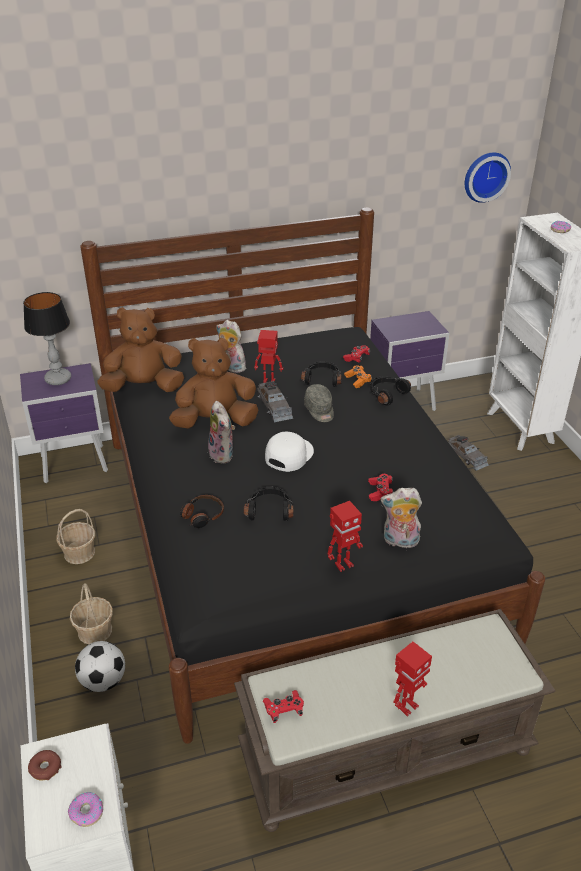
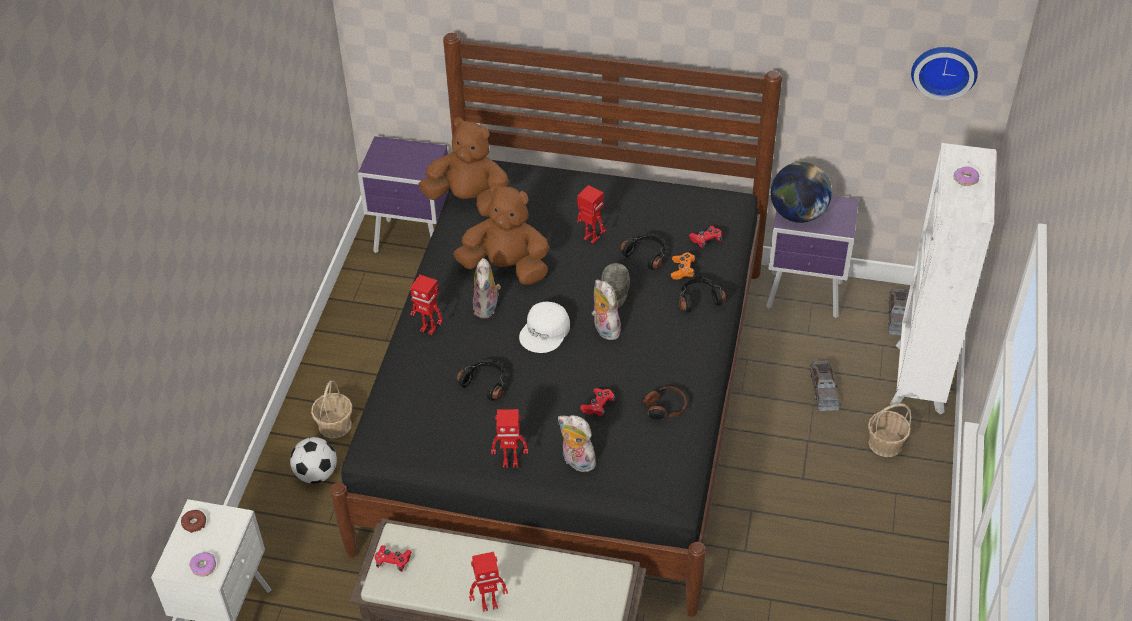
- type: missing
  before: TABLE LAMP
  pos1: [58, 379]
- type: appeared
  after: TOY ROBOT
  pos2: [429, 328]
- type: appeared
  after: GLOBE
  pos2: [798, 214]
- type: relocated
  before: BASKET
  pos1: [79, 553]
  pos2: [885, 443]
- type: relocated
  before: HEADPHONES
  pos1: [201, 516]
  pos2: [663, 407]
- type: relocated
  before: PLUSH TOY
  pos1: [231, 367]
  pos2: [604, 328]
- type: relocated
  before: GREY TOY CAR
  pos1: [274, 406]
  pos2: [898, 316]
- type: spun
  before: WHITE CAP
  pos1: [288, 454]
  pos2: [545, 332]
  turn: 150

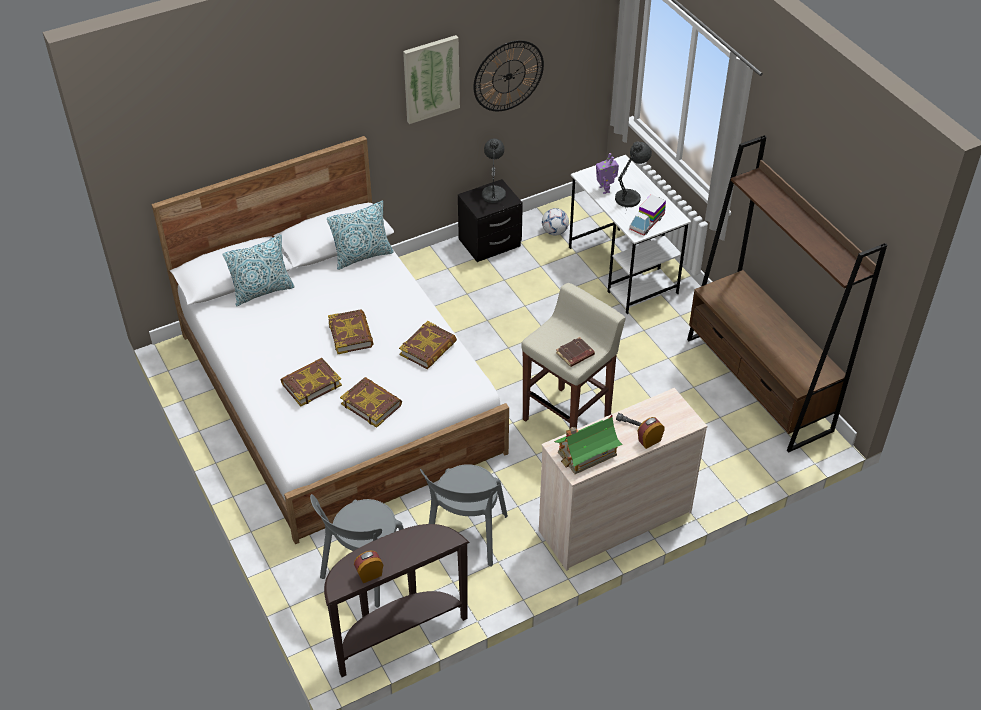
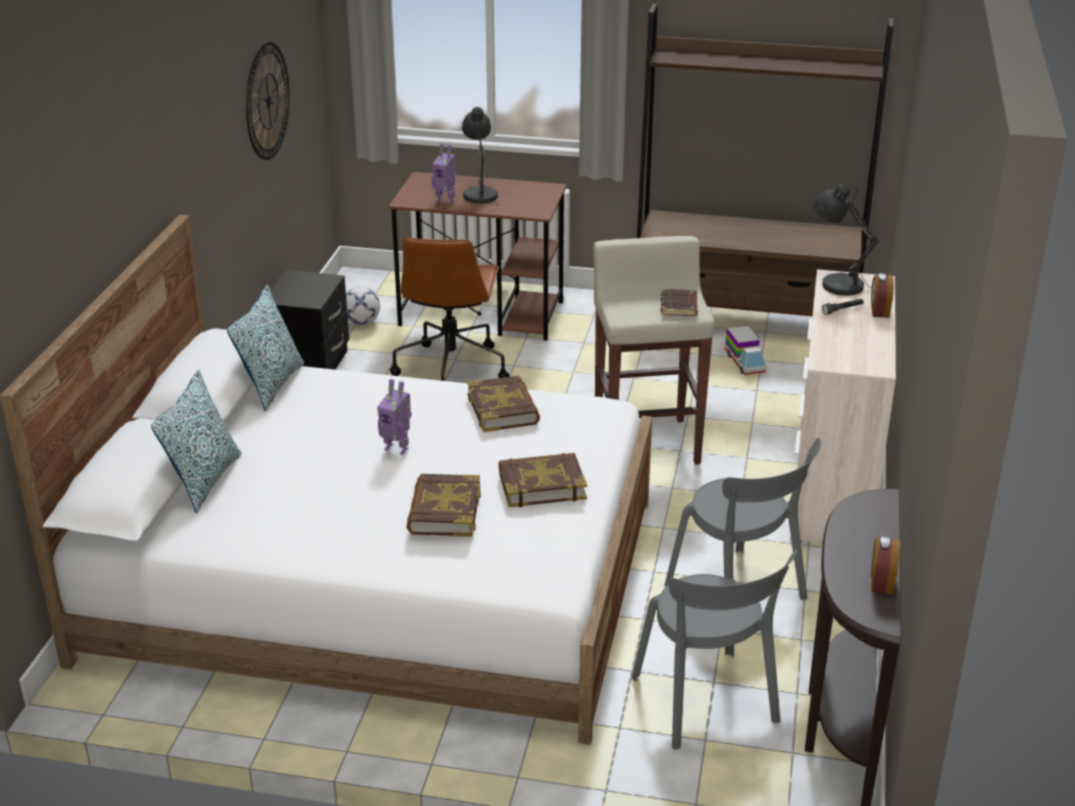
- type: missing
  before: PICTURE
  pos1: [431, 78]
- type: missing
  before: TOY HOUSE
  pos1: [587, 454]
- type: appeared
  after: BROWN OFFICE CHAIR
  pos2: [451, 368]
- type: relocated
  before: GREY TABLE LAMP
  pos1: [494, 193]
  pos2: [838, 284]
- type: relocated
  before: TOY TRUCK
  pos1: [646, 223]
  pos2: [744, 362]
- type: exchanged
  before: BOOK
  after: TOY ROBOT
  pos1: [351, 334]
  pos2: [397, 448]
- type: colour
  before: WHITE DESK
  after: BROWN DESK
  pos1: [623, 270]
  pos2: [483, 314]

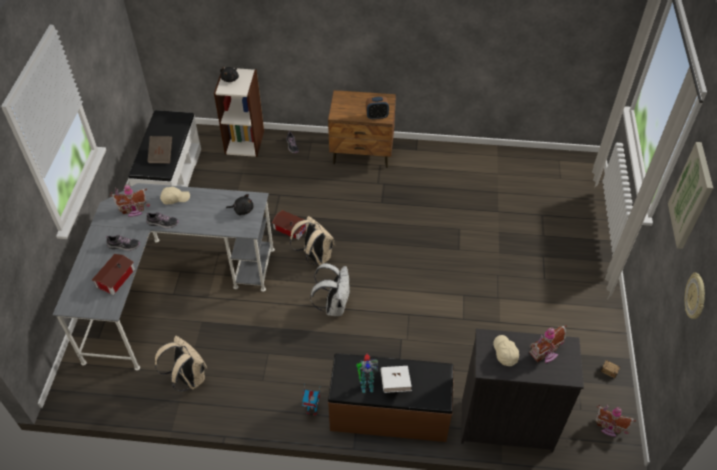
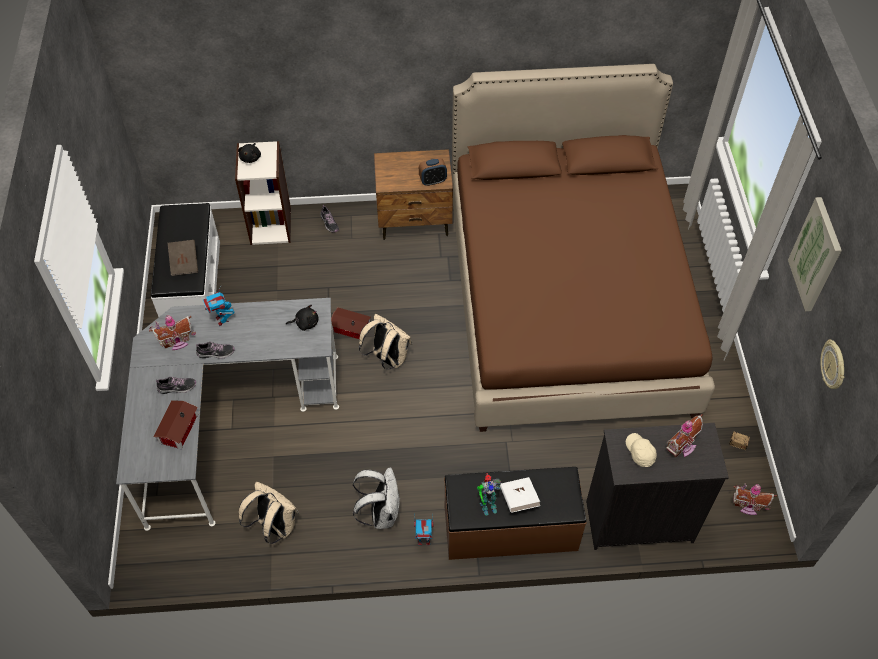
- type: appeared
  after: BROWN BED
  pos2: [566, 301]
- type: relocated
  before: WHITE BACKPACK
  pos1: [334, 305]
  pos2: [381, 513]
- type: exchanged
  before: BEIGE CAP
  after: TOY ROBOT
  pos1: [175, 198]
  pos2: [222, 320]

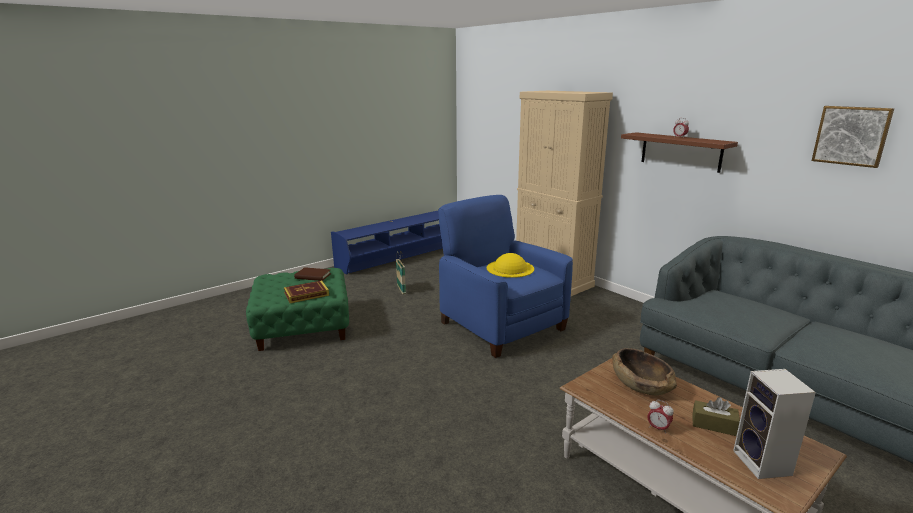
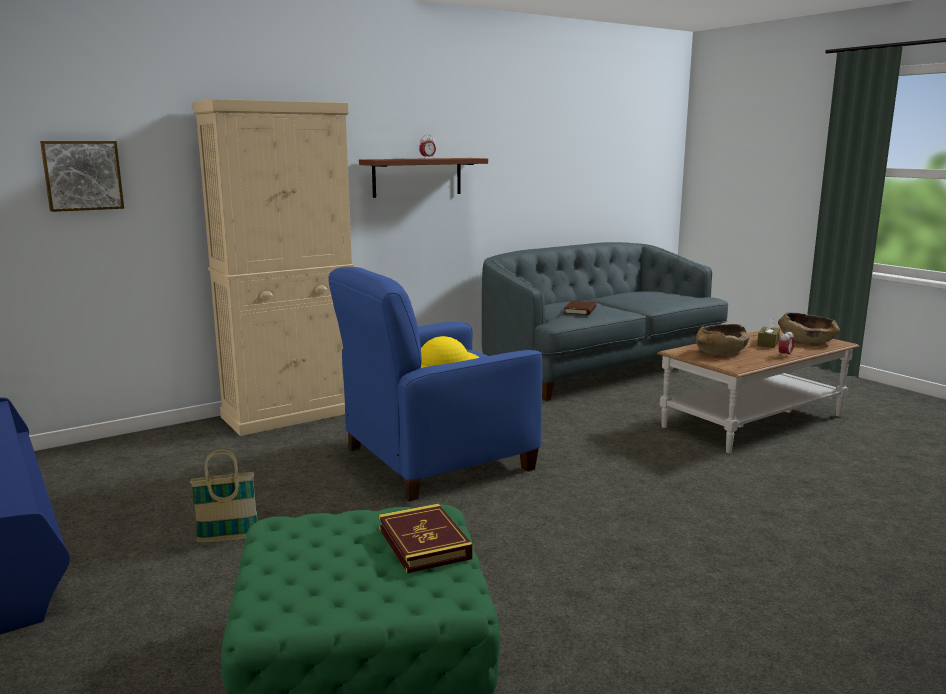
- type: relocated
  before: BROWN BOOK
  pos1: [313, 276]
  pos2: [580, 310]
- type: relocated
  before: PICTURE
  pos1: [851, 135]
  pos2: [82, 175]
- type: exchanged
  before: SPEAKER
  after: BROWN BOWL
  pos1: [764, 464]
  pos2: [807, 340]

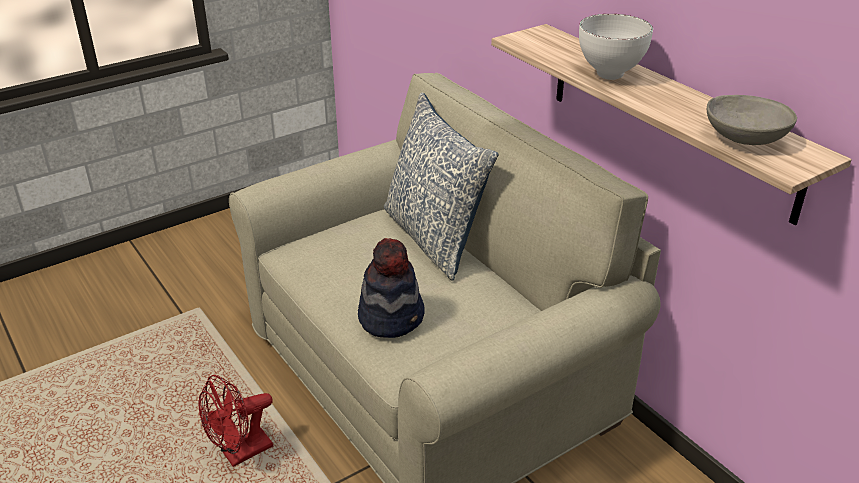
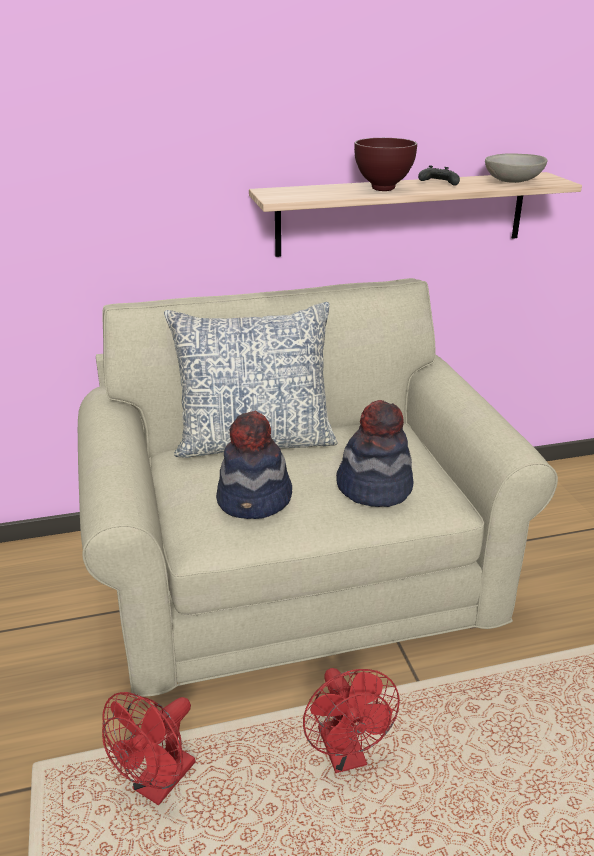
- type: appeared
  after: RED FAN
  pos2: [158, 785]
- type: appeared
  after: HAT
  pos2: [255, 500]
- type: appeared
  after: BLACK GAME CONTROLLER
  pos2: [437, 184]
- type: colour
  before: WHITE BOWL
  after: BROWN BOWL
  pos1: [610, 74]
  pos2: [381, 189]

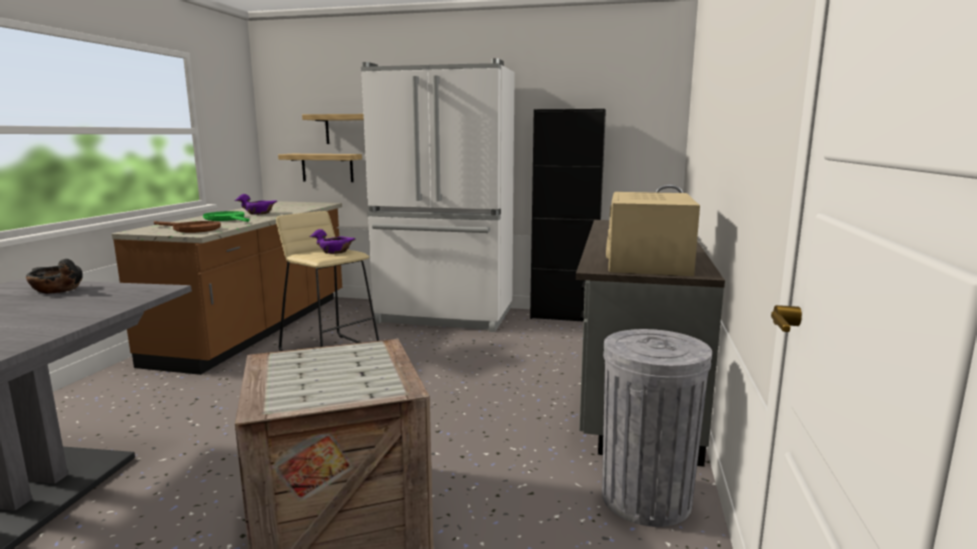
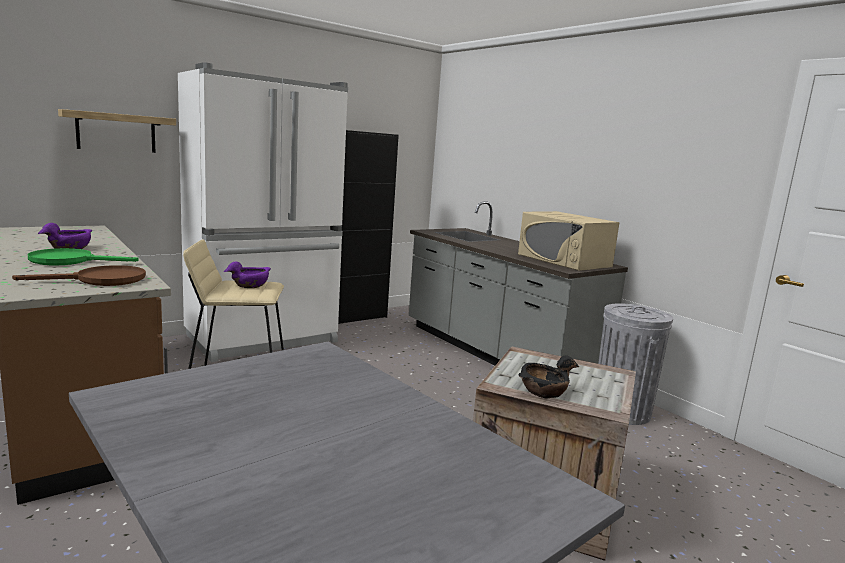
- type: missing
  before: SHELF
  pos1: [327, 167]
- type: relocated
  before: BLACK BOWL
  pos1: [57, 289]
  pos2: [543, 391]

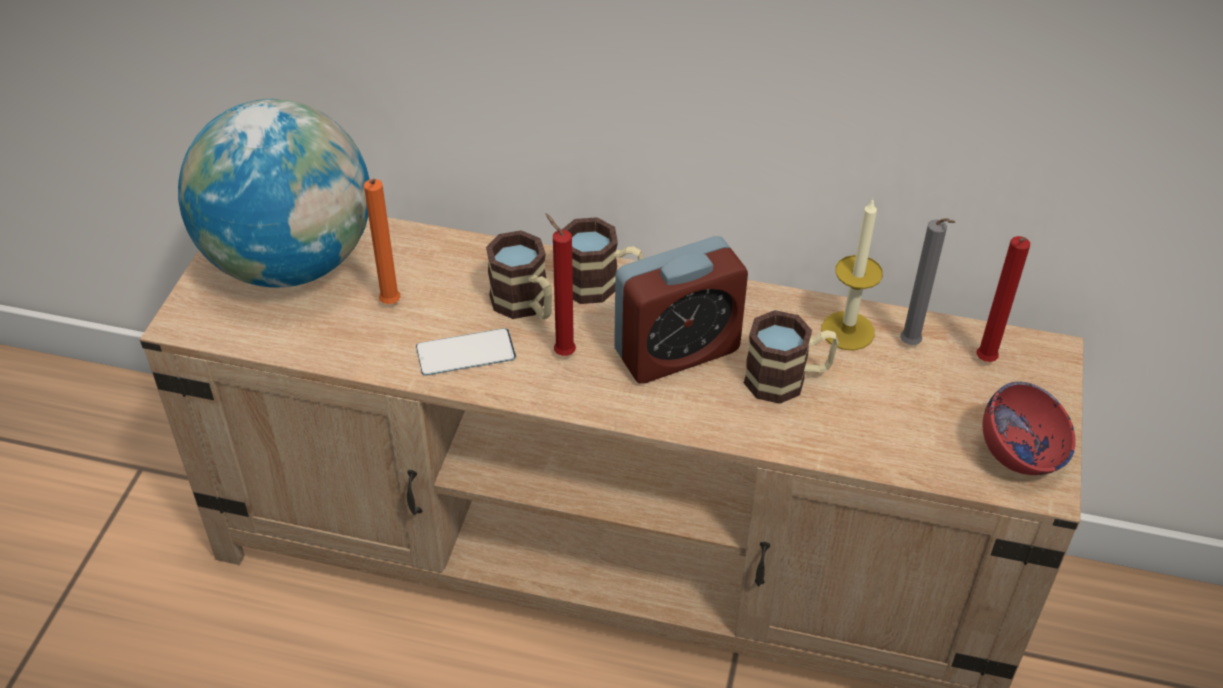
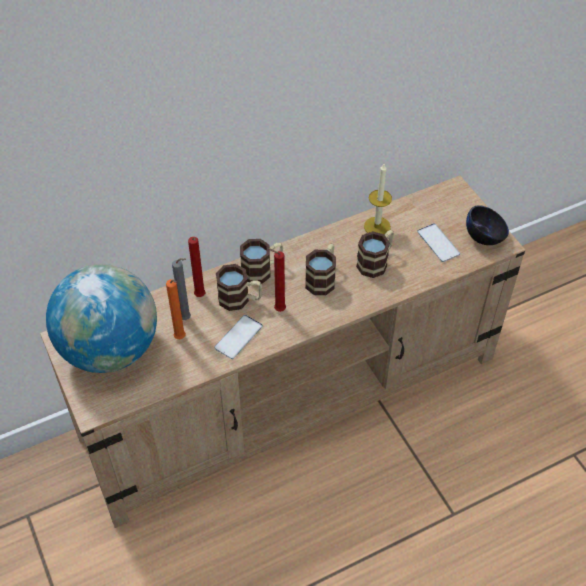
- type: appeared
  after: PHONE
  pos2: [438, 243]
- type: relocated
  before: GREY CANDLE
  pos1: [912, 346]
  pos2: [187, 319]
- type: relocated
  before: RED CANDLE
  pos1: [984, 363]
  pos2: [200, 297]
- type: exchanged
  before: ALARM CLOCK
  after: MUG
  pos1: [676, 351]
  pos2: [322, 278]
- type: colour
  before: RED BOWL
  after: BLACK BOWL
  pos1: [1020, 455]
  pos2: [484, 237]

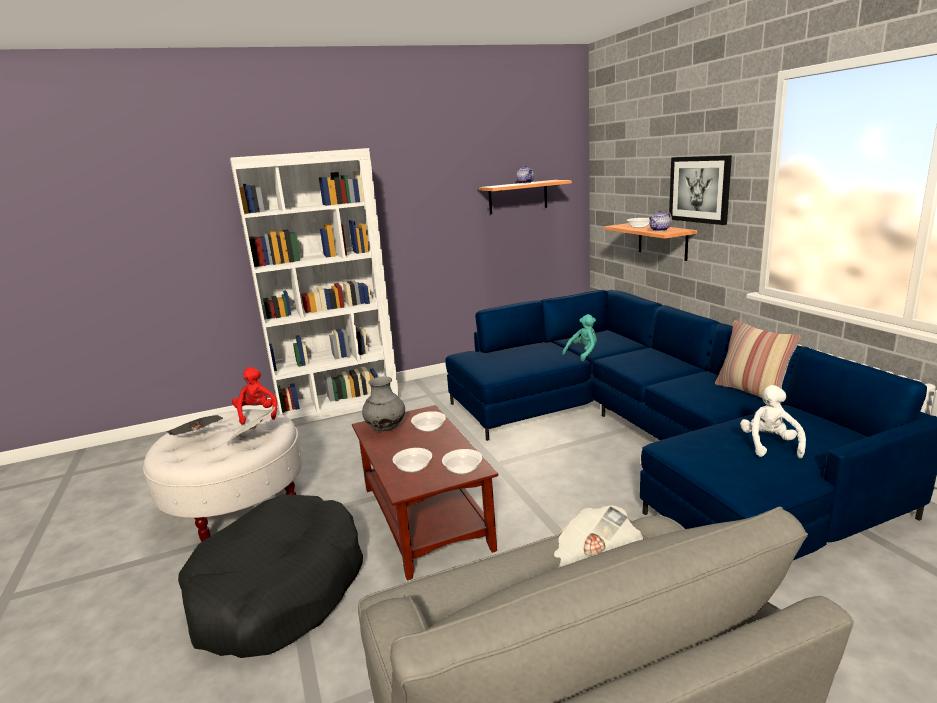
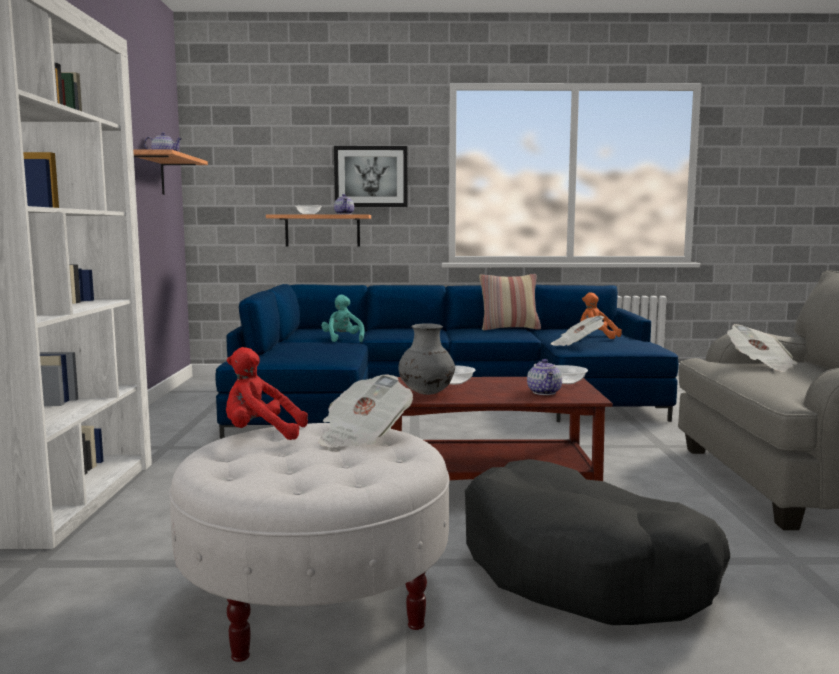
- type: relocated
  before: NEWSPAPER
  pos1: [198, 438]
  pos2: [577, 345]
- type: exchanged
  before: BOWL
  after: TEAPOT
  pos1: [413, 468]
  pos2: [545, 392]
- type: colour
  before: WHITE PLUSH TOY
  after: ORANGE PLUSH TOY
  pos1: [769, 445]
  pos2: [596, 337]

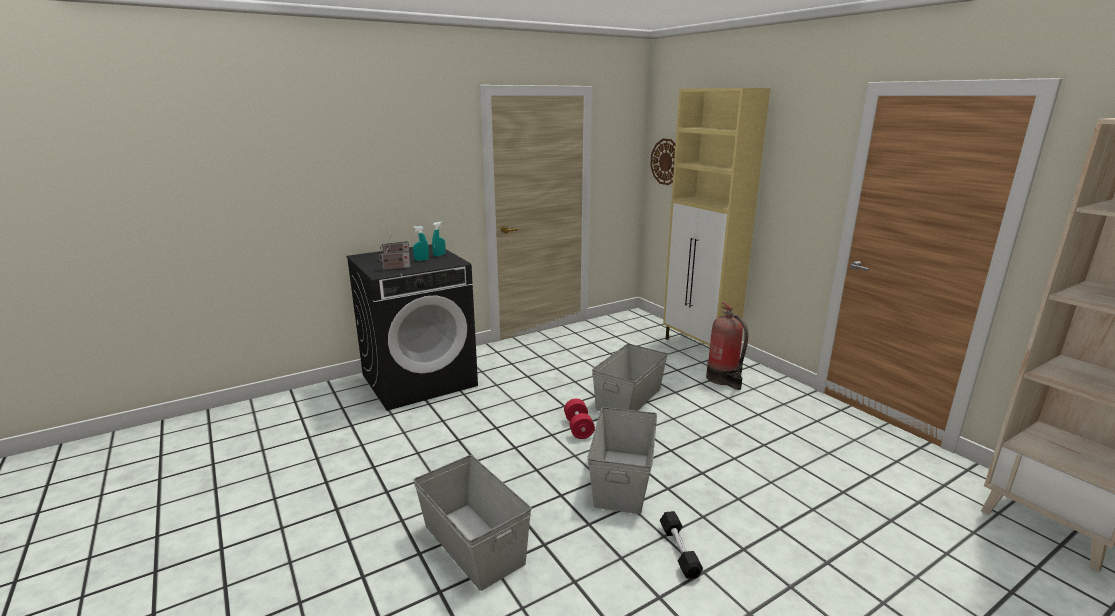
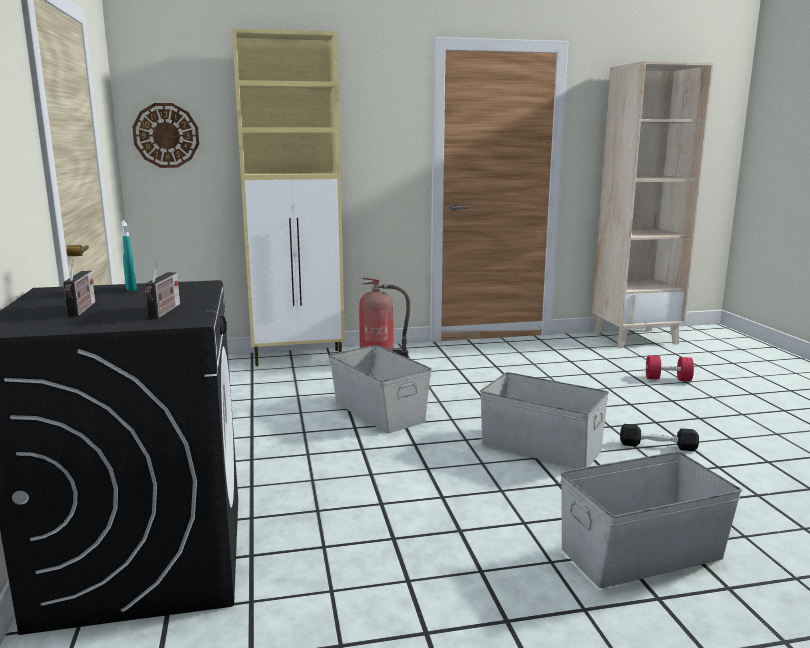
- type: missing
  before: TURQUOISE SPRAY BOTTLE
  pos1: [421, 260]
- type: relocated
  before: RED DUMBBELL
  pos1: [578, 428]
  pos2: [668, 379]

